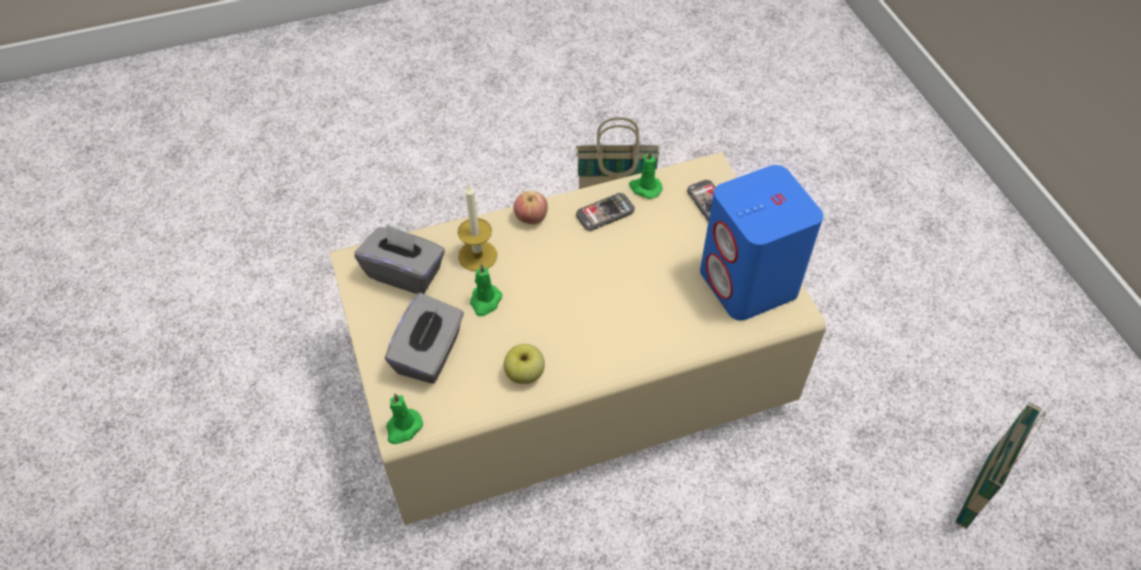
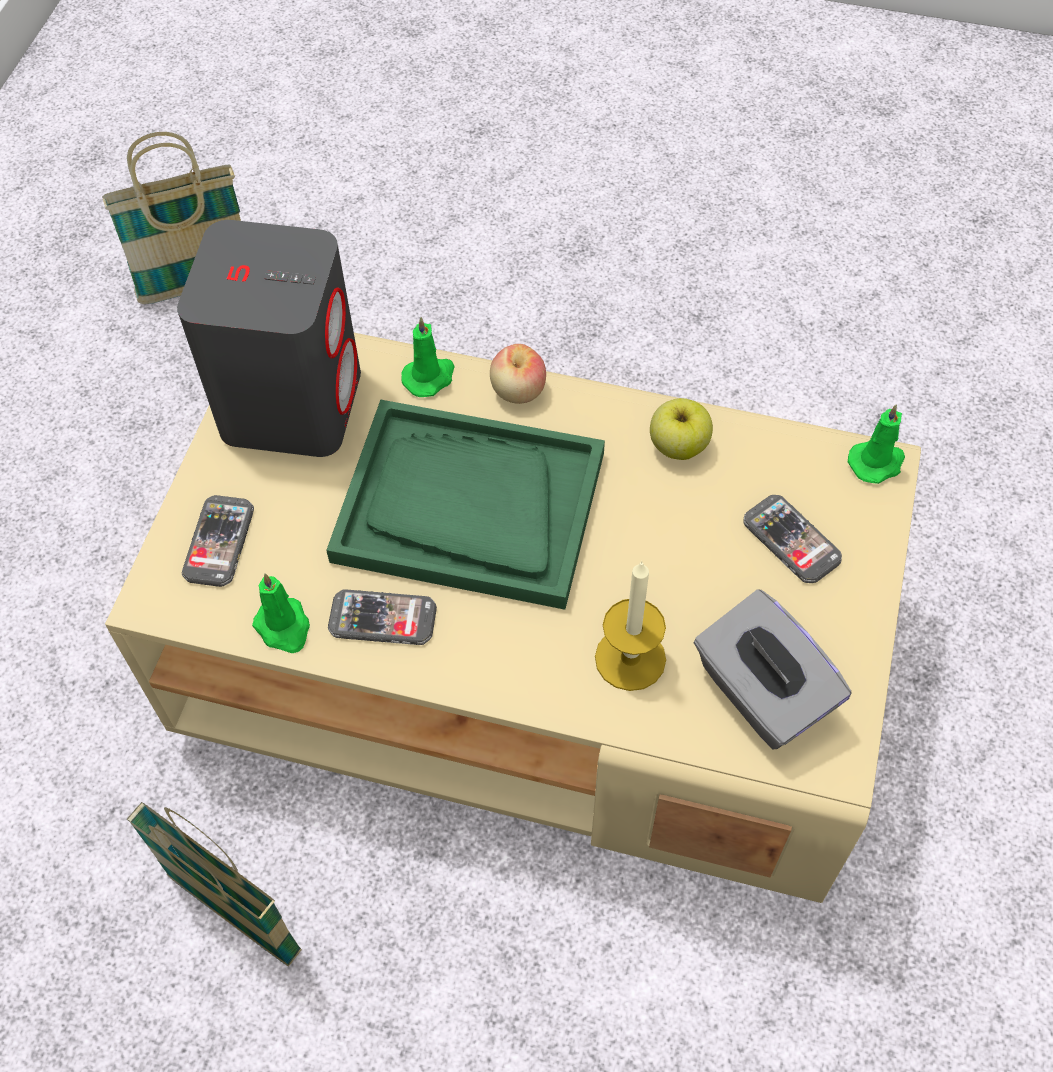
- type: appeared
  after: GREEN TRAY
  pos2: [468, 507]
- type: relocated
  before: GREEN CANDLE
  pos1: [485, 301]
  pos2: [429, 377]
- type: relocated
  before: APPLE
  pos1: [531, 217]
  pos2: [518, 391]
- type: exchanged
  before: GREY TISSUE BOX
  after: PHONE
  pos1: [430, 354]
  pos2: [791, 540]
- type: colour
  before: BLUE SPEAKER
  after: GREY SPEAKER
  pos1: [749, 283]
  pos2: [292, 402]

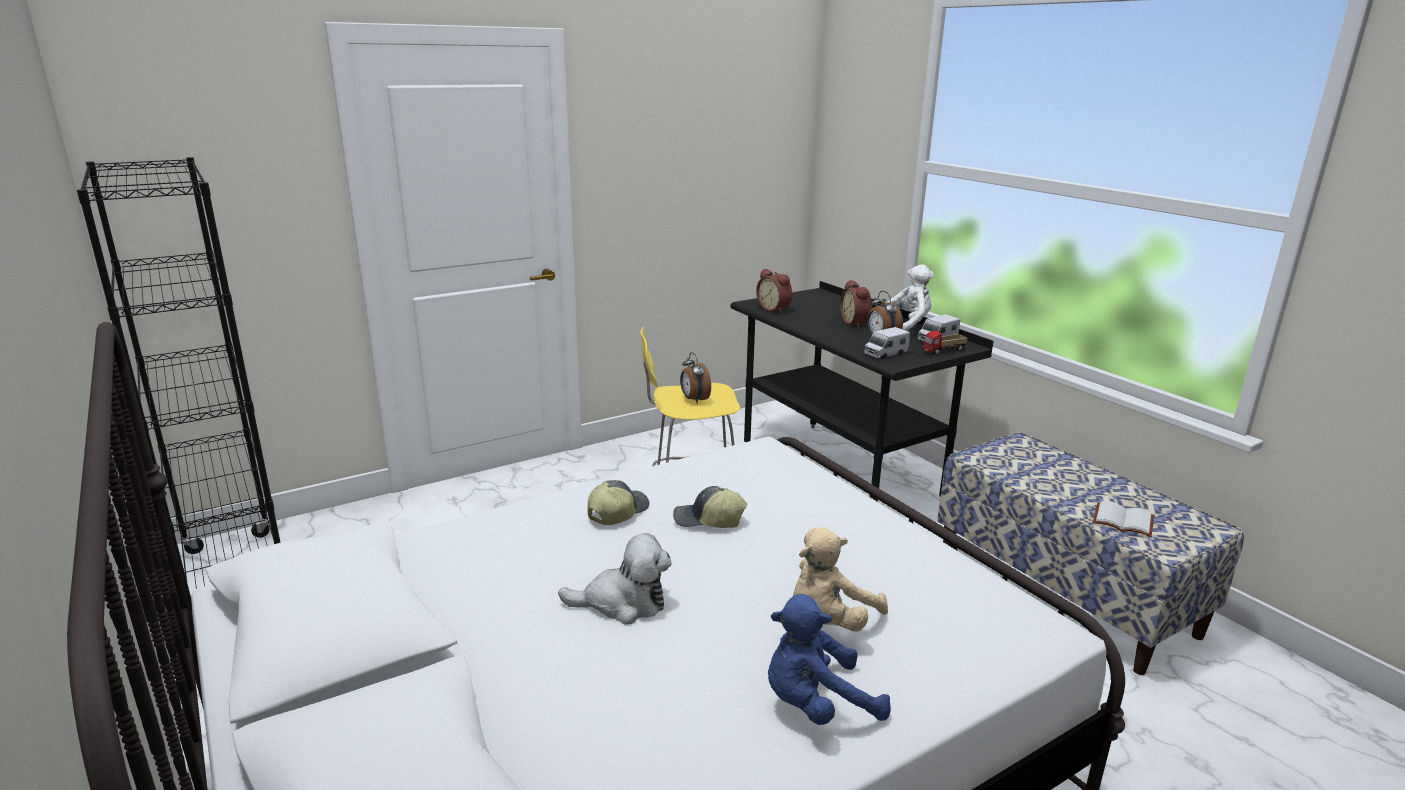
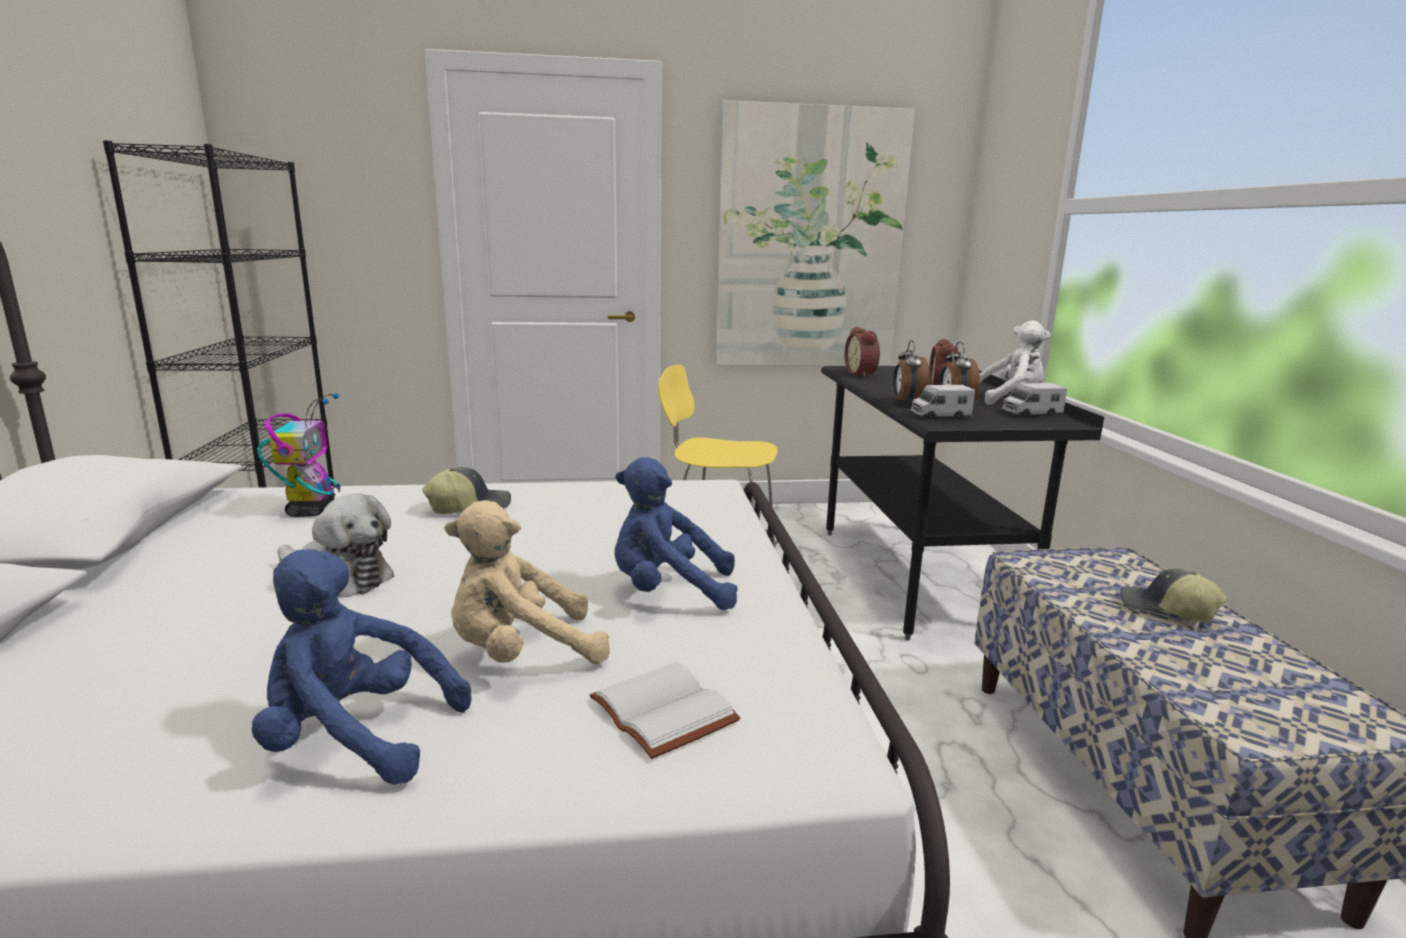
- type: missing
  before: TOY TRUCK
  pos1: [944, 351]
- type: appeared
  after: TOY ROBOT
  pos2: [311, 510]
- type: appeared
  after: BLUE PLUSH TOY
  pos2: [668, 592]
- type: appeared
  after: PICTURE
  pos2: [810, 241]
- type: relocated
  before: CAP
  pos1: [708, 521]
  pos2: [1166, 610]
- type: relocated
  before: ALARM CLOCK
  pos1: [694, 400]
  pos2: [907, 403]
- type: relocated
  before: WHITE BOOK
  pos1: [1121, 521]
  pos2: [659, 712]

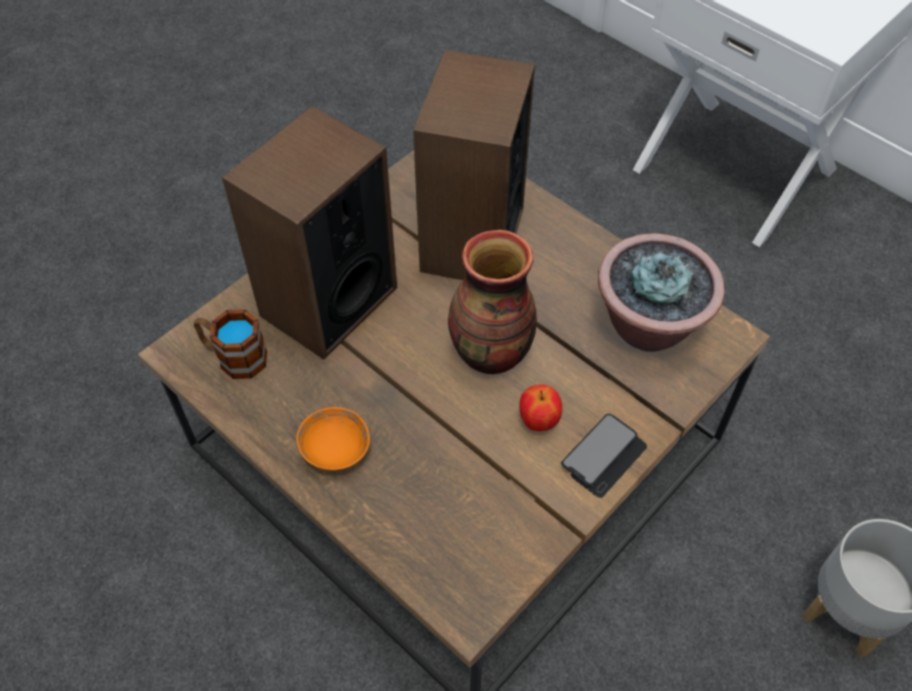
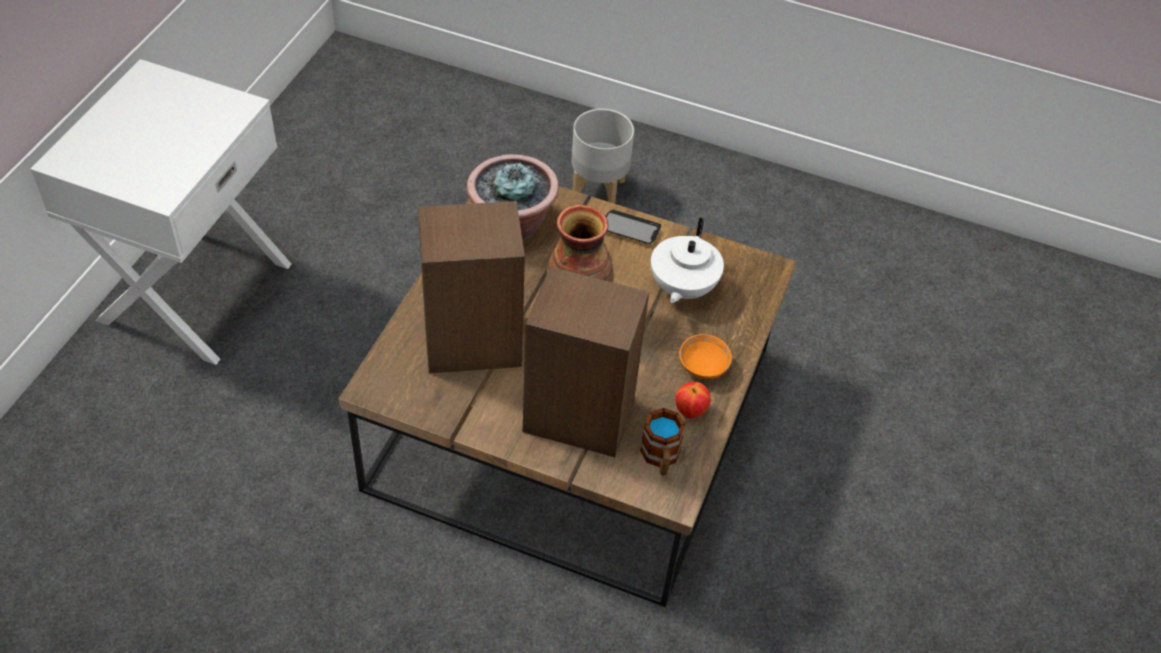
- type: appeared
  after: WHITE TEAPOT
  pos2: [681, 288]
- type: relocated
  before: APPLE
  pos1: [538, 421]
  pos2: [690, 411]

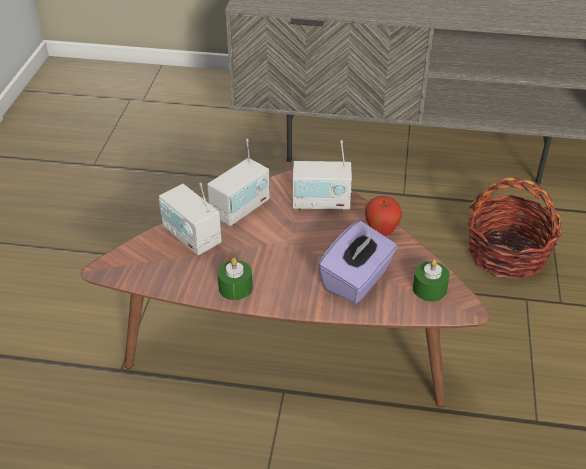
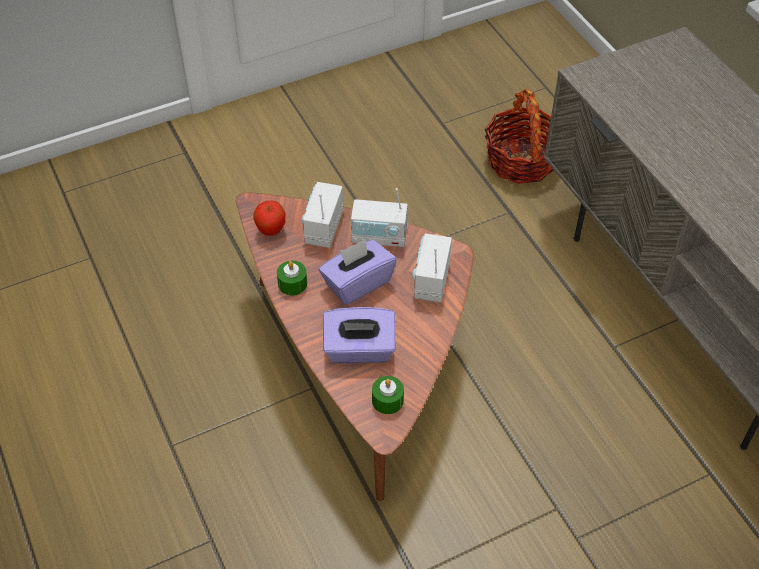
- type: appeared
  after: PURPLE TISSUE BOX
  pos2: [357, 283]
- type: relocated
  before: APPLE
  pos1: [381, 232]
  pos2: [271, 231]
- type: relocated
  before: BASKET
  pos1: [507, 254]
  pos2: [521, 160]
- type: spun
  before: RADIO
  pos1: [321, 203]
  pos2: [431, 281]
  turn: 45

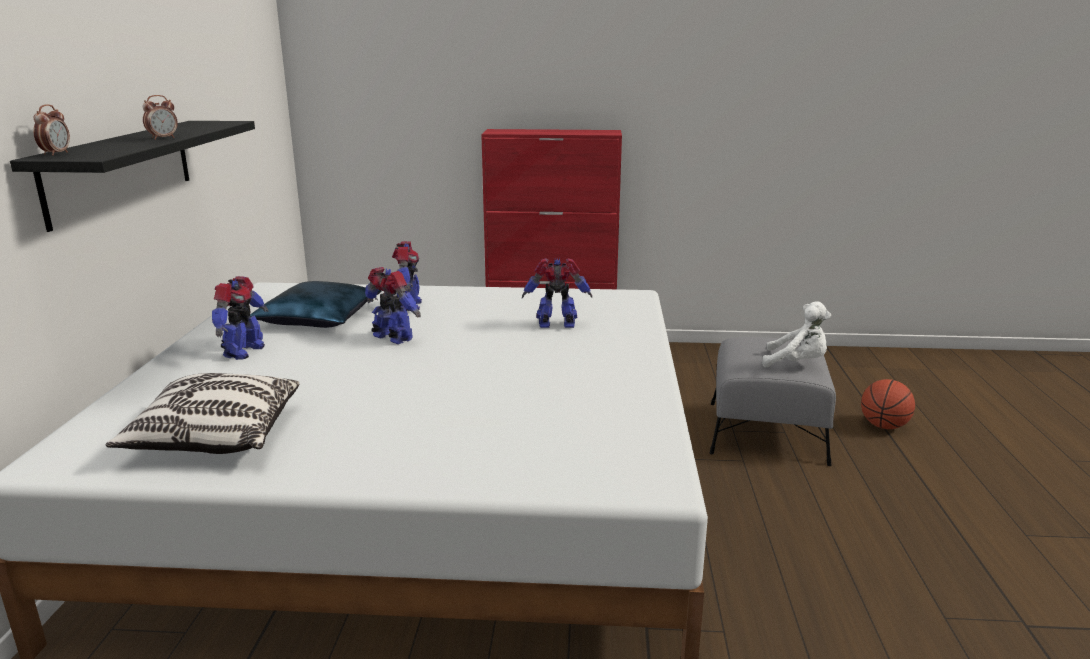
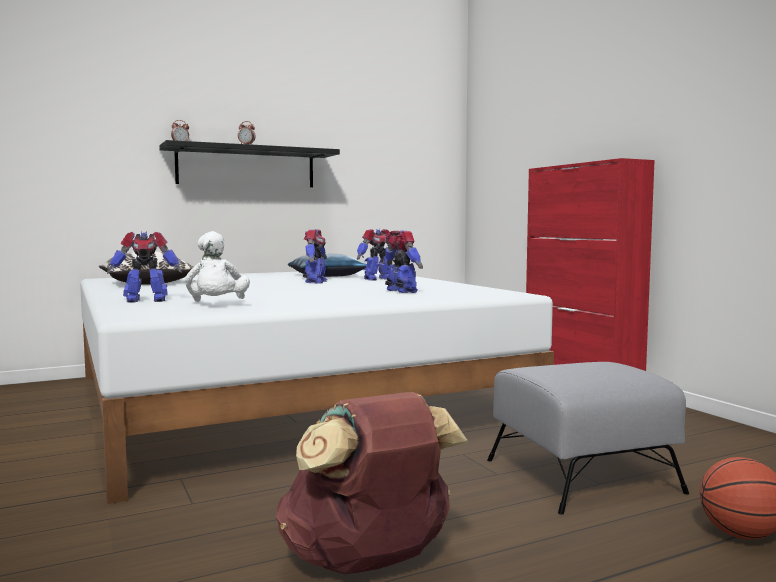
- type: appeared
  after: BROWN BACKPACK
  pos2: [369, 562]
- type: relocated
  before: TOY ROBOT
  pos1: [243, 352]
  pos2: [145, 300]
- type: relocated
  before: WHITE PLUSH TOY
  pos1: [797, 363]
  pos2: [217, 305]

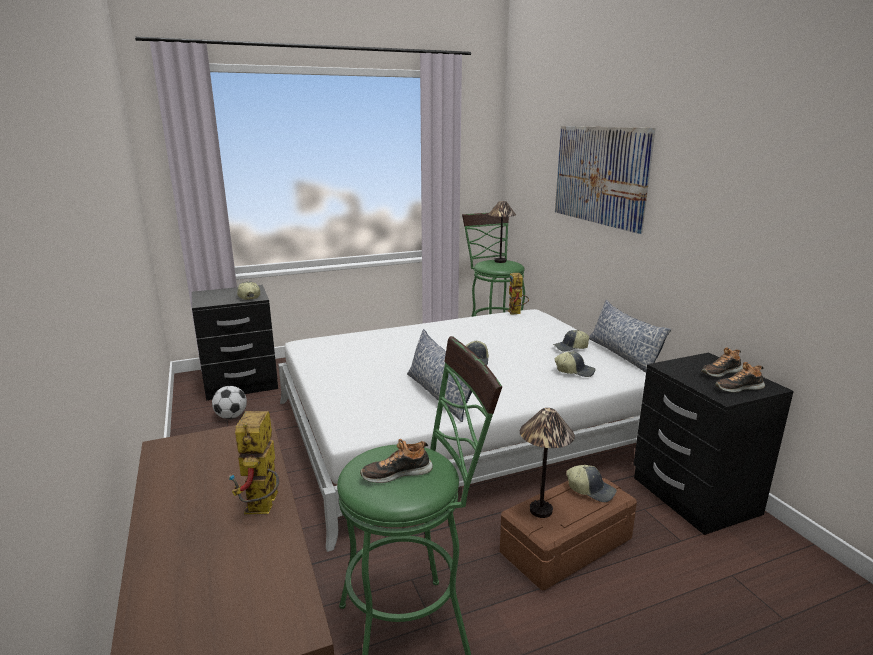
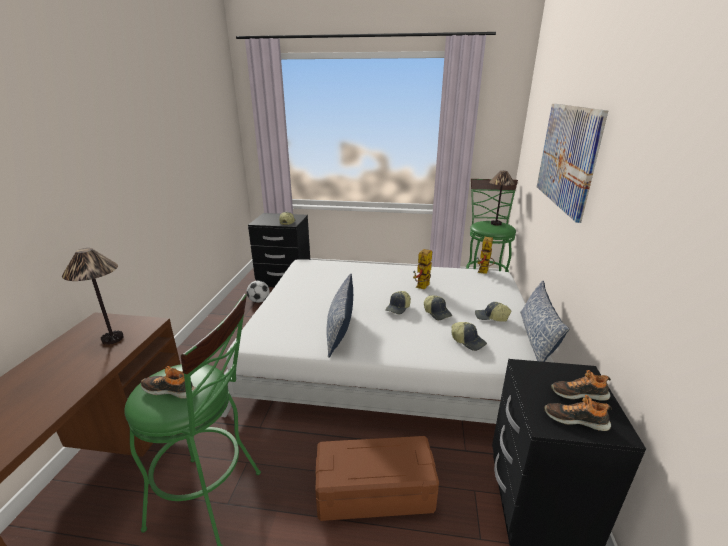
- type: relocated
  before: TOY ROBOT
  pos1: [263, 509]
  pos2: [422, 287]
- type: relocated
  before: TABLE LAMP
  pos1: [540, 510]
  pos2: [112, 339]
- type: relocated
  before: CAP
  pos1: [591, 490]
  pos2: [437, 313]

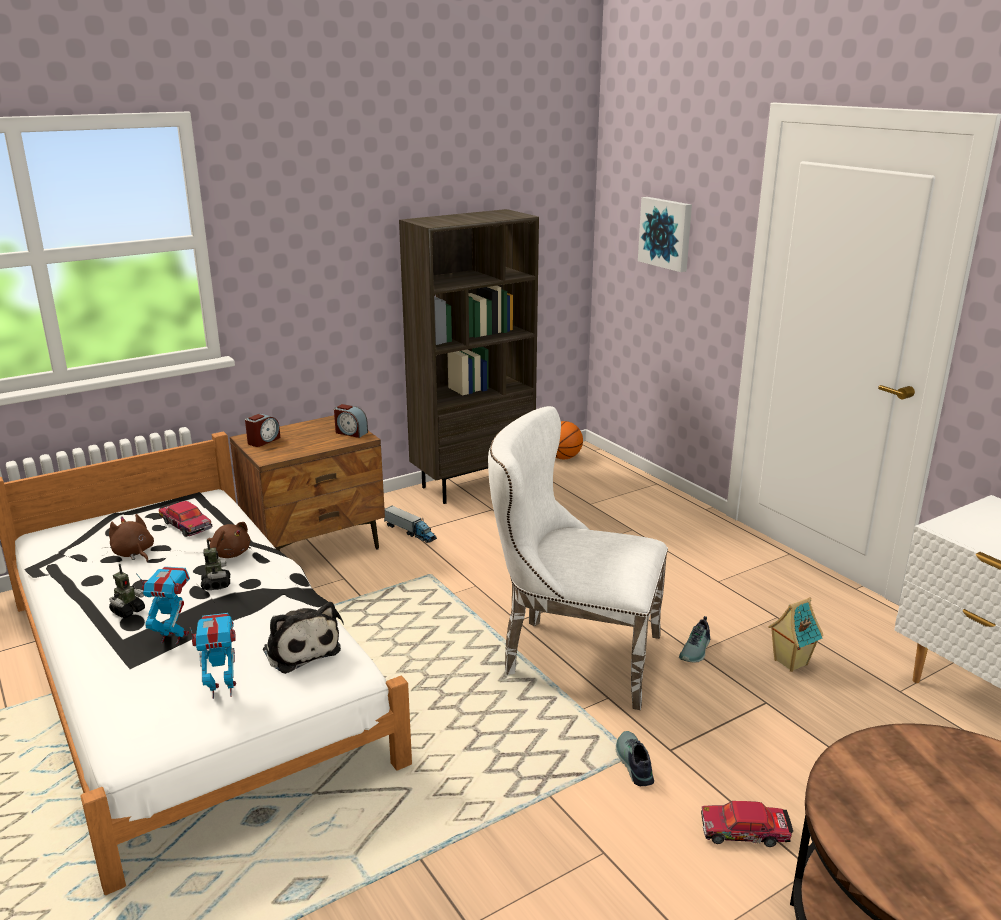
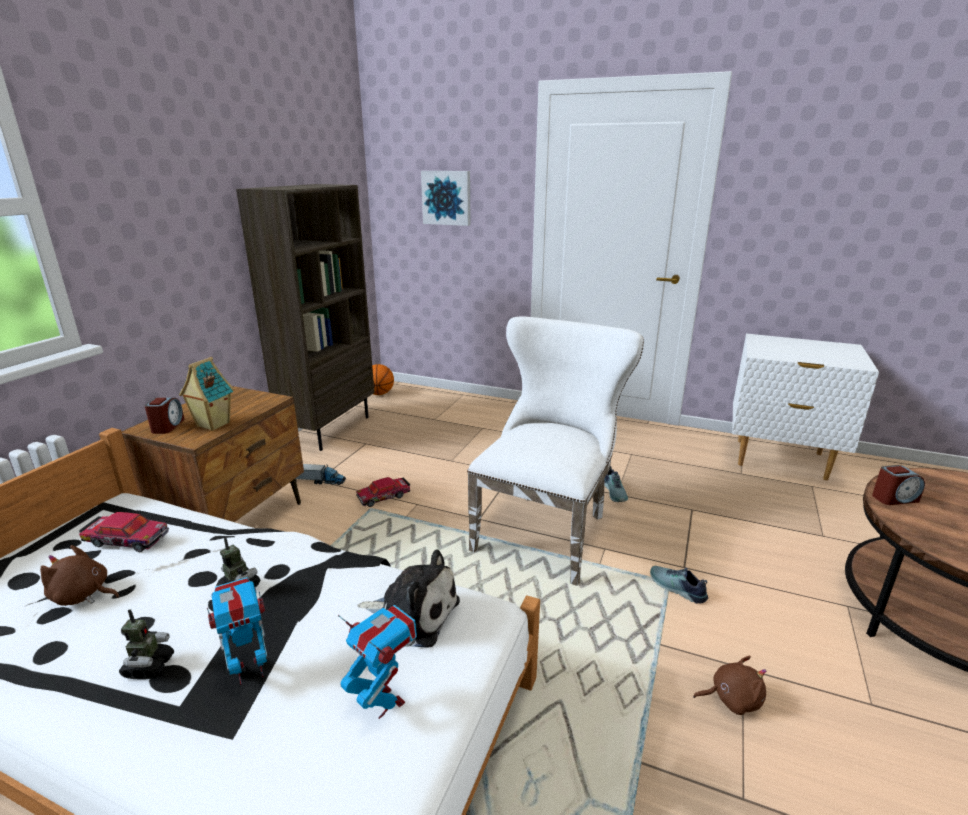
- type: relocated
  before: BROWN PLUSH TOY
  pos1: [229, 553]
  pos2: [731, 699]
- type: relocated
  before: ALARM CLOCK
  pos1: [350, 432]
  pos2: [894, 498]
- type: relocated
  before: TOY CAR
  pos1: [744, 832]
  pos2: [384, 496]
- type: relocated
  before: TOY HOUSE
  pos1: [789, 662]
  pos2: [212, 425]
- type: spun
  before: TOY ROBOT
  pos1: [222, 690]
  pos2: [384, 701]
  turn: 90
- type: spun
  before: WHITE CHAIR
  pos1: [571, 656]
  pos2: [547, 529]
  turn: 135

